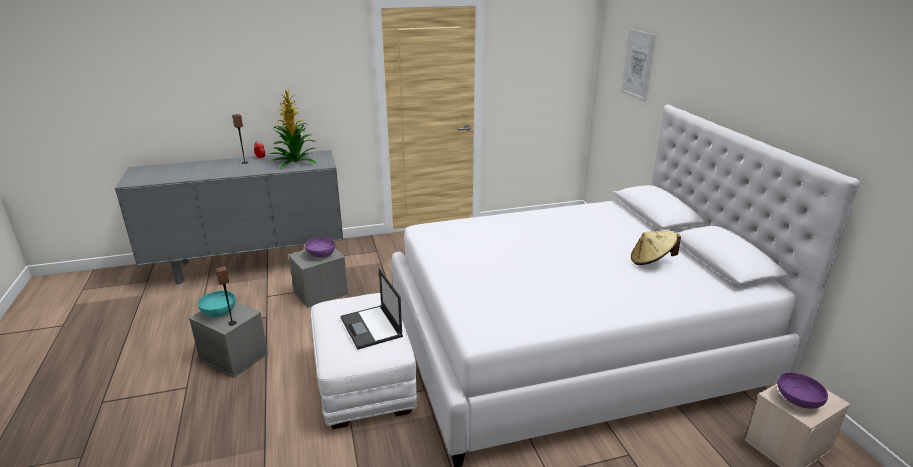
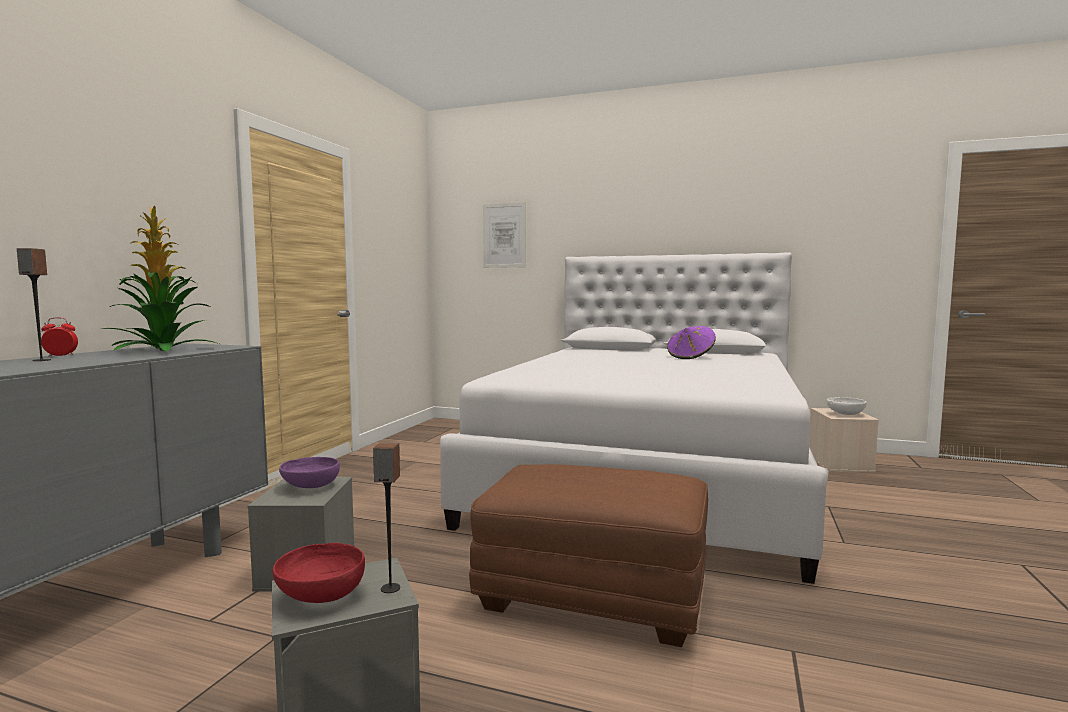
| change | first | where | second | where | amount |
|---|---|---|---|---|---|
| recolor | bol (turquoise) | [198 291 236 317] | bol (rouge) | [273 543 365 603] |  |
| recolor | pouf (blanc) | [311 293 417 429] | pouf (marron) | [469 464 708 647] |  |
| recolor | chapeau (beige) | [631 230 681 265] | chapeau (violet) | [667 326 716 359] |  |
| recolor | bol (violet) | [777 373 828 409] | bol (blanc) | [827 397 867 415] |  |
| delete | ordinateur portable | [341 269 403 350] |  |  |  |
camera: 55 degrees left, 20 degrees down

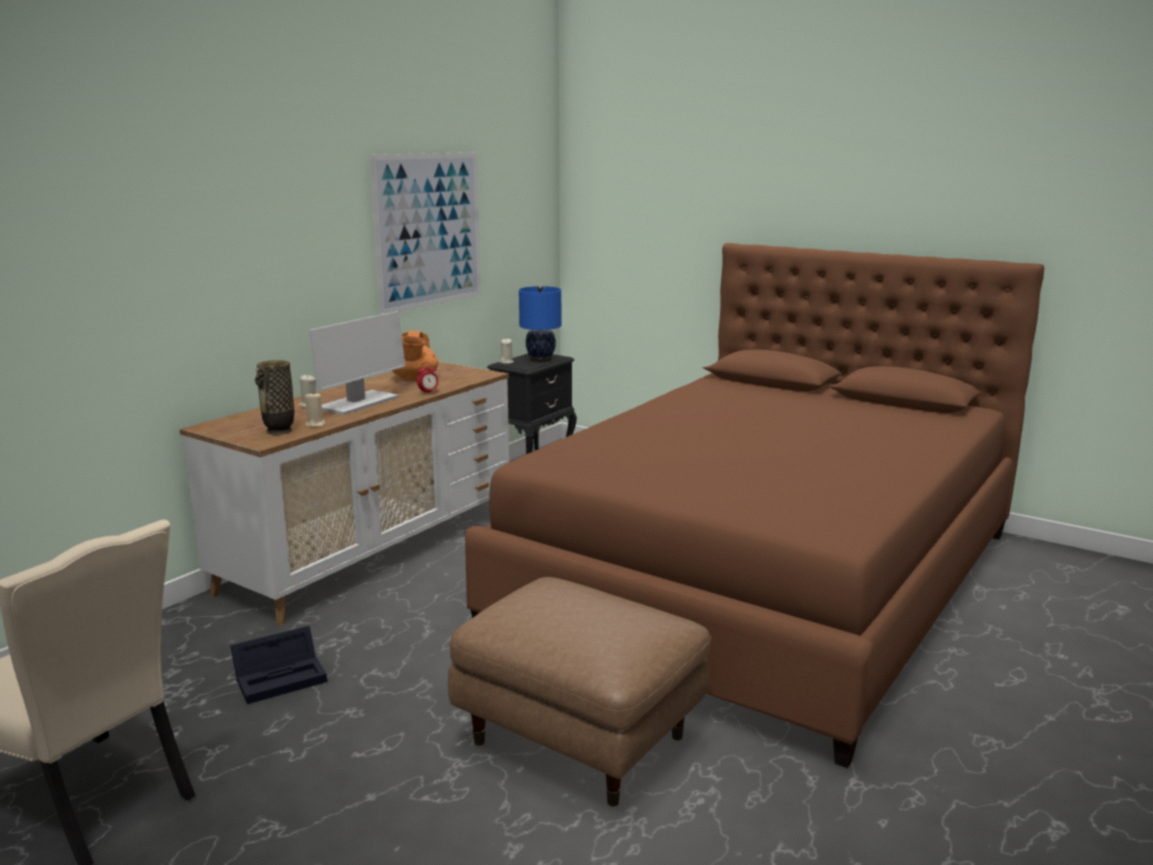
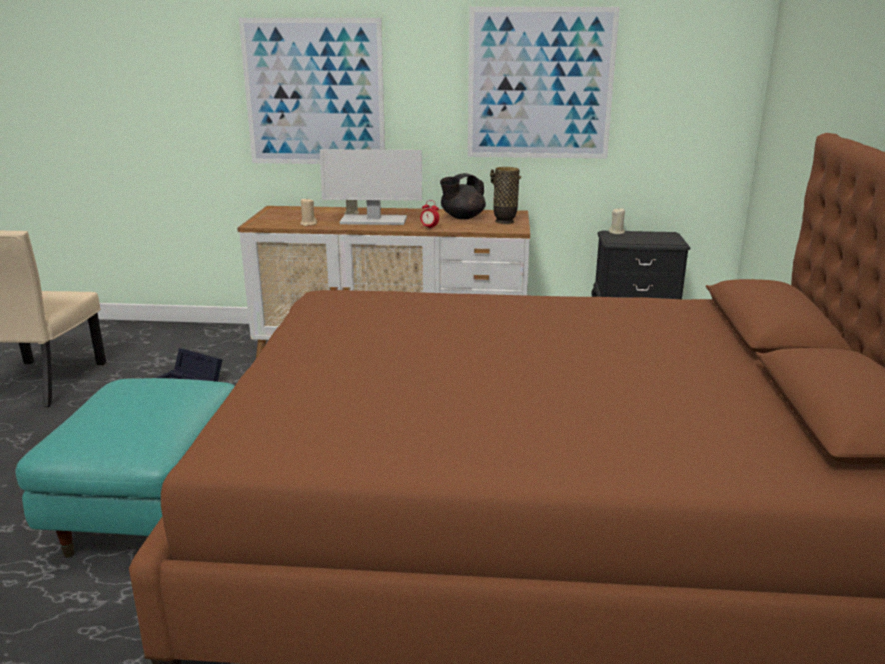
| change | first | where | second | where | amount |
|---|---|---|---|---|---|
| recolor | pouf (marron) | [448 577 711 807] | pouf (turquoise) | [15 378 235 558] |  |
| insert |  |  | tableau | [239 18 385 164] |  |
| recolor | théière (orange) | [392 331 438 381] | théière (noir) | [440 173 486 219] |  |
| move | vase | [255 360 294 435] |  | [490 167 521 224] |  |
| delete | lampe de table (bleu) | [519 286 561 362] |  |  |  |
camera: 60 degrees right, 5 degrees up

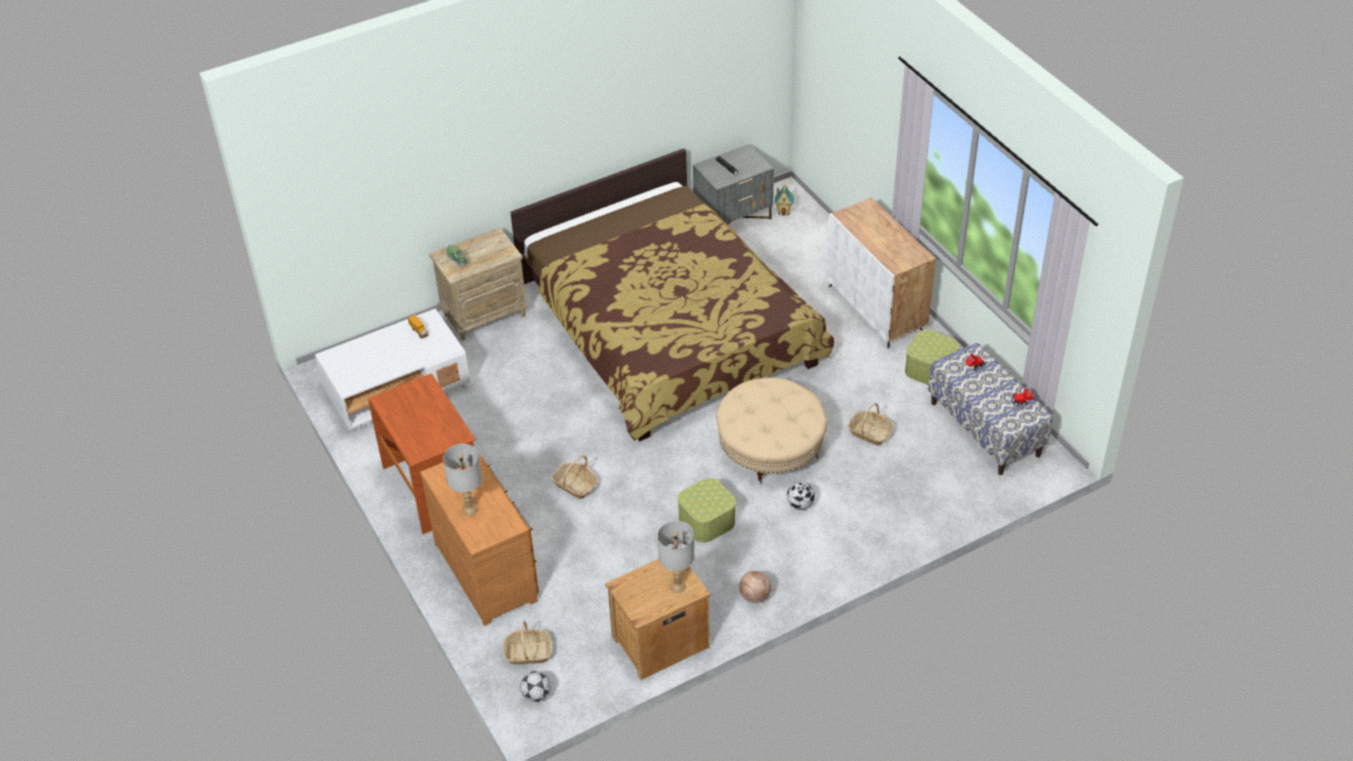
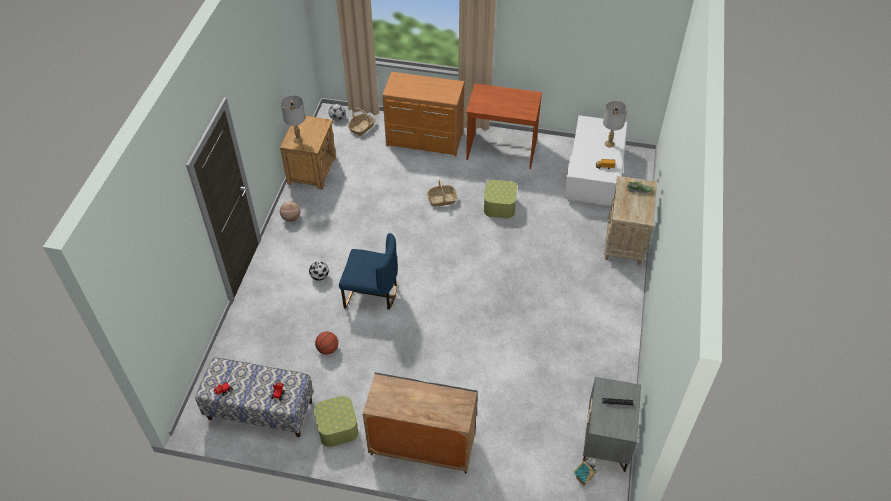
| change | first | where | second | where | amount |
|---|---|---|---|---|---|
| replace | panier | [848 403 894 445] | ballon de basket | [315 332 338 355] |  |
| replace | pouf (beige) | [716 378 827 483] | chaise (bleu) | [339 233 398 310] |  |
| recolor | meuble de rangement (blanc) | [825 197 936 348] | meuble de rangement (noir) | [363 372 478 473] |  |
| move | boîte de rangement | [678 478 736 543] |  | [484 180 517 218] |  |
| move | lampe de table (gris) | [443 444 482 516] |  | [603 101 628 148] |  |
| delete | lit | [511 148 834 441] |  |  |  |
camera: 130 degrees right, 5 degrees up

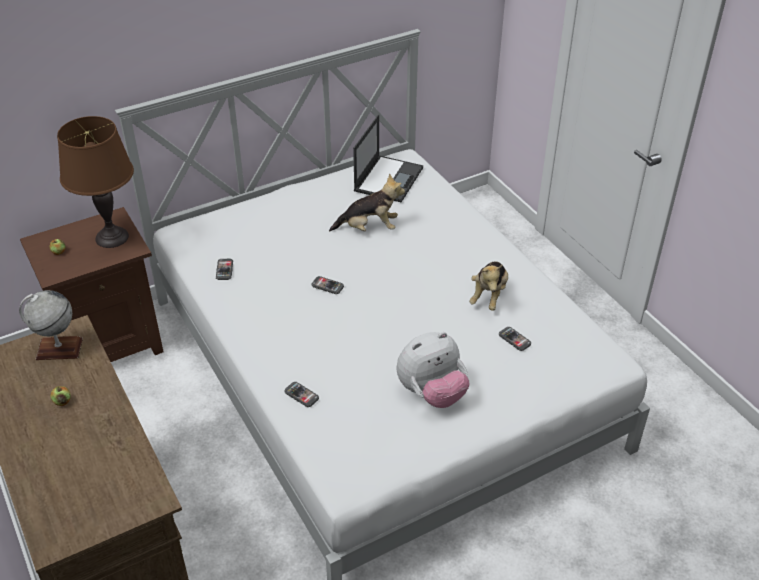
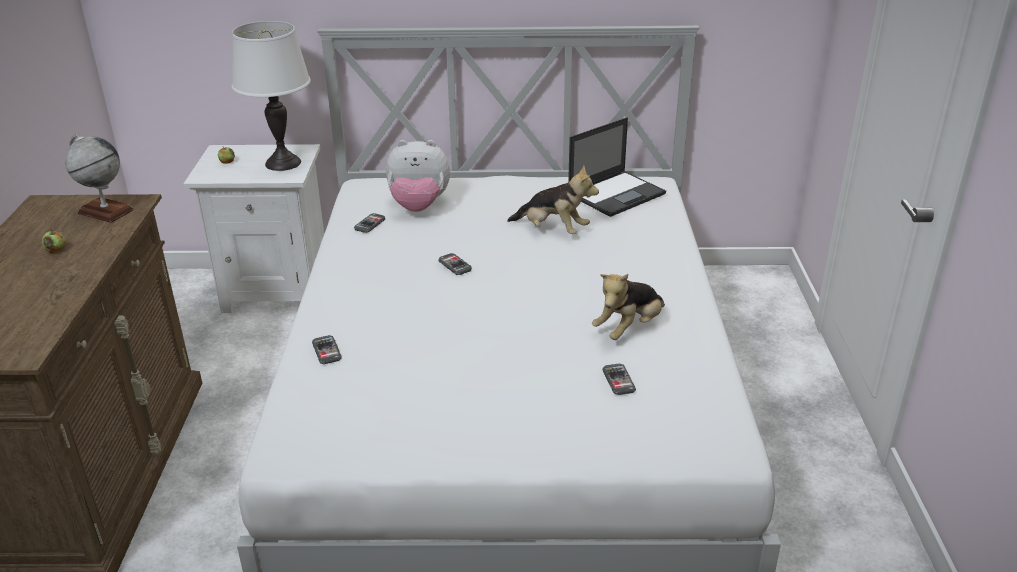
| change | first | where | second | where | amount |
|---|---|---|---|---|---|
| recolor | table de chevet (marron) | [20 207 164 362] | table de chevet (blanc) | [183 144 324 313] |  |
| recolor | lampe de table (marron) | [57 116 134 248] | lampe de table (blanc) | [232 21 311 171] |  |
| move | peluche | [397 332 469 408] |  | [386 140 450 212] |  |
camera: 30 degrees right, 10 degrees down

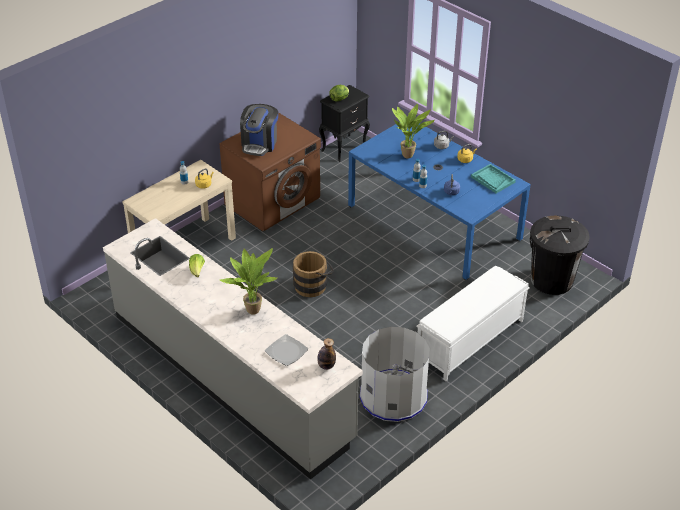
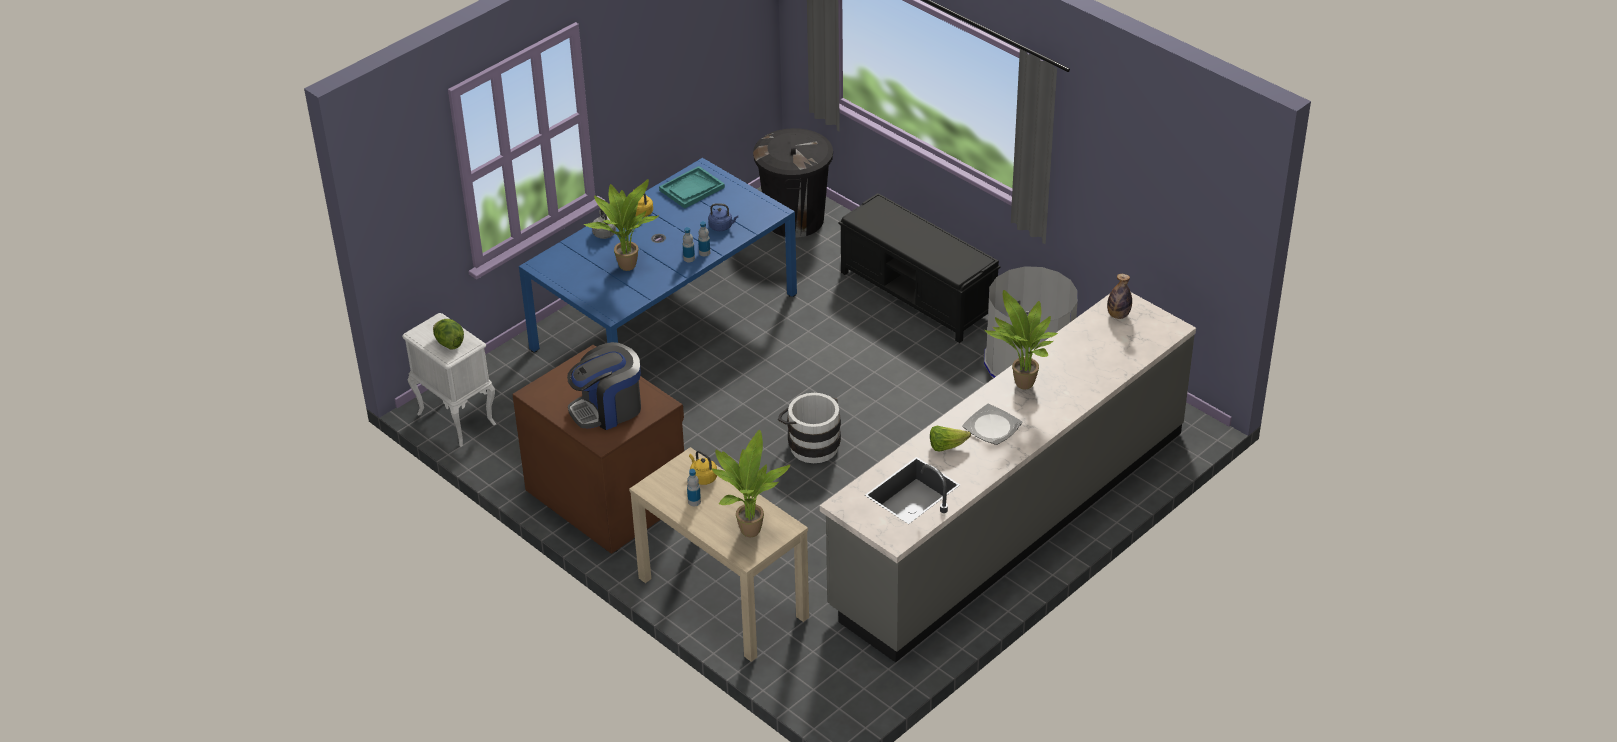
| change | first | where | second | where | amount |
|---|---|---|---|---|---|
| recolor | table de chevet (noir) | [319 85 370 162] | table de chevet (blanc) | [402 313 496 447] |  |
| rotate | machine à café | [240 104 278 156] |  | [567 342 641 430] | 135 degrees clockwise |
| insert |  |  | plante en pot | [712 430 790 537] |  |
| recolor | seau (marron) | [293 251 334 297] | seau (blanc) | [778 393 841 463] |  |
| recolor | banc (blanc) | [416 266 530 382] | banc (noir) | [839 193 1000 343] |  |
| move | assiette | [265 334 308 366] |  | [962 404 1023 445] |  |
camera: 90 degrees left, 0 degrees up

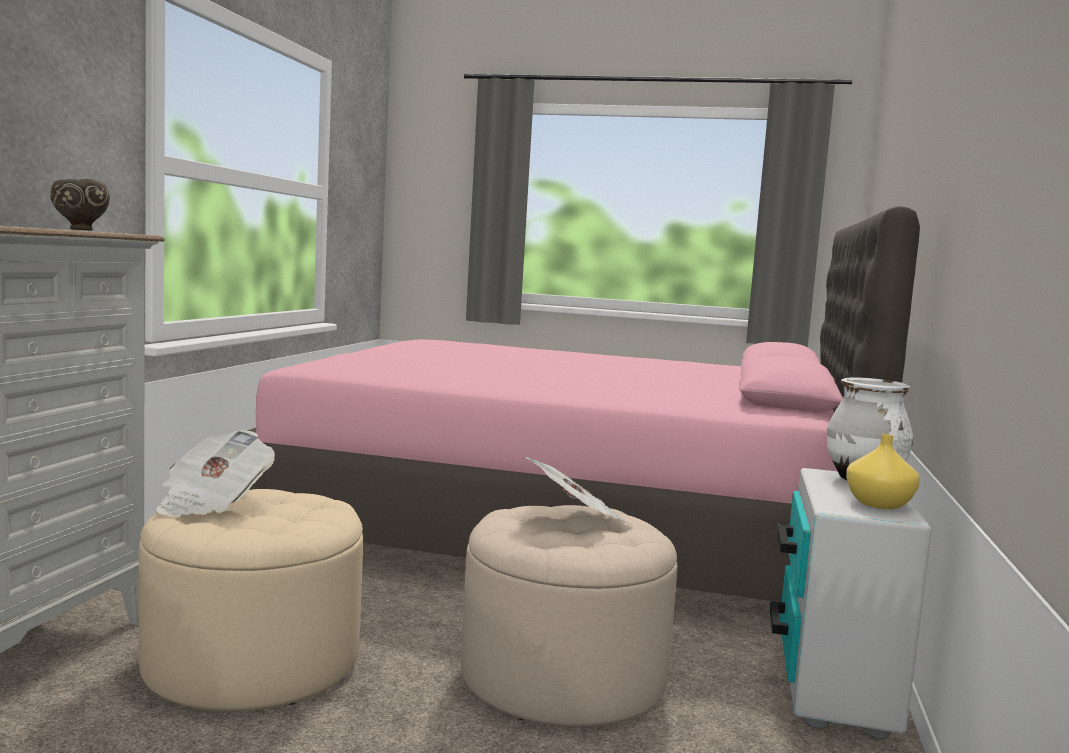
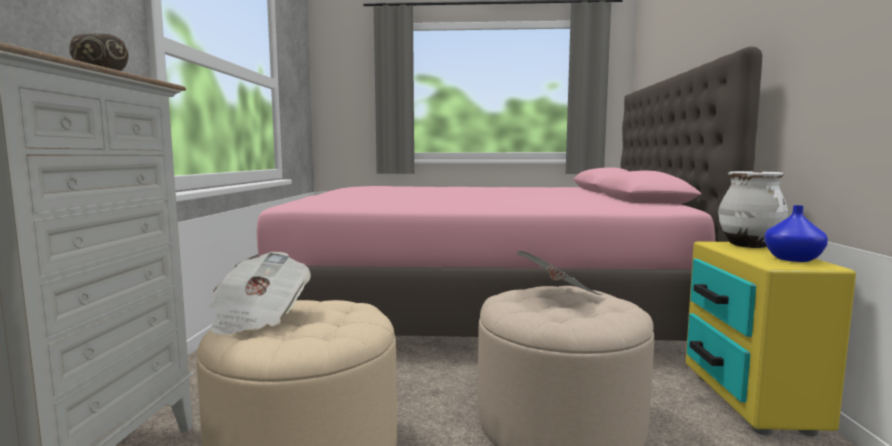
| change | first | where | second | where | amount |
|---|---|---|---|---|---|
| recolor | table de chevet (blanc) | [770 468 932 739] | table de chevet (jaune) | [686 242 856 436] |  |
| recolor | vase (jaune) | [846 434 920 509] | vase (bleu) | [764 205 828 262] |  |
camera: 10 degrees left, 0 degrees up

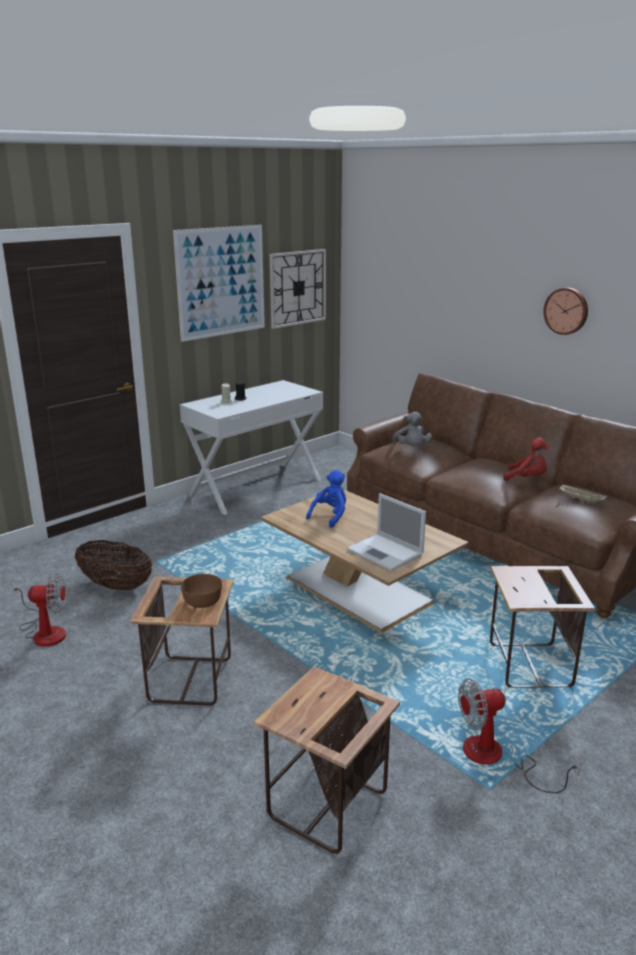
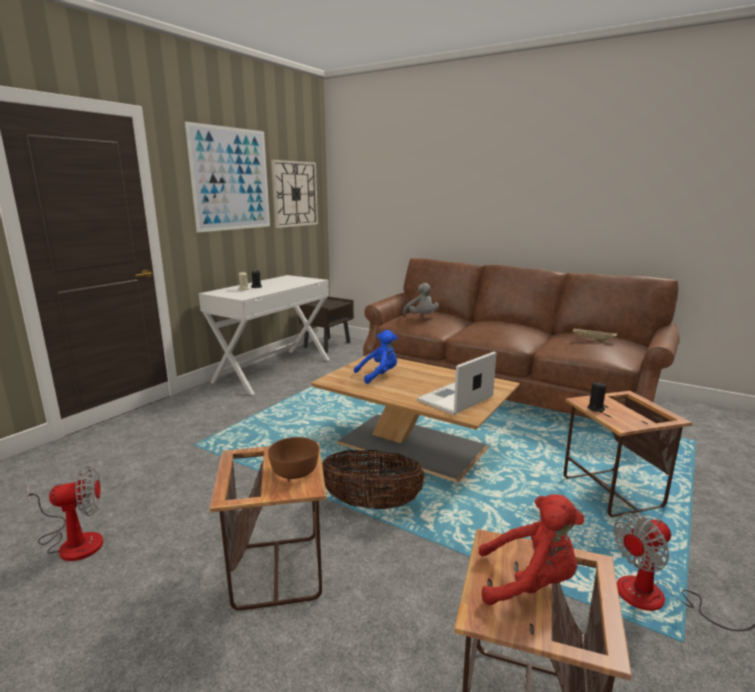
| change | first | where | second | where | amount |
|---|---|---|---|---|---|
| insert |  |  | table de chevet (marron) | [299 296 354 352] |  |
| move | panier | [75 540 152 590] |  | [322 450 425 509] |  |
| rotate | peluche (bleu) | [306 470 346 528] |  | [354 330 398 384] | 45 degrees clockwise |
| rotate | ordinateur portable | [347 493 426 571] |  | [417 352 496 415] | 105 degrees clockwise |
| move | peluche (rouge) | [503 438 549 481] |  | [478 494 584 605] |  |
| insert |  |  | bougie (noir) | [587 383 606 412] |  |
| delete | horloge murale | [543 288 588 335] |  |  |  |
camera: 15 degrees left, 5 degrees down

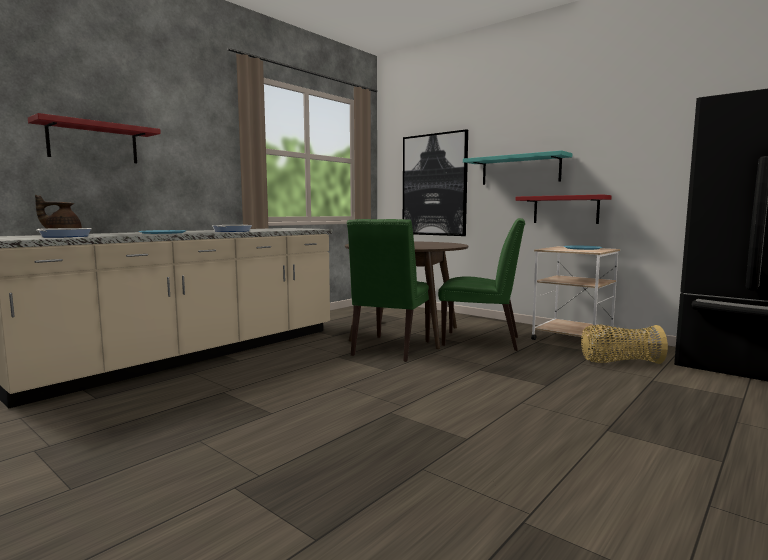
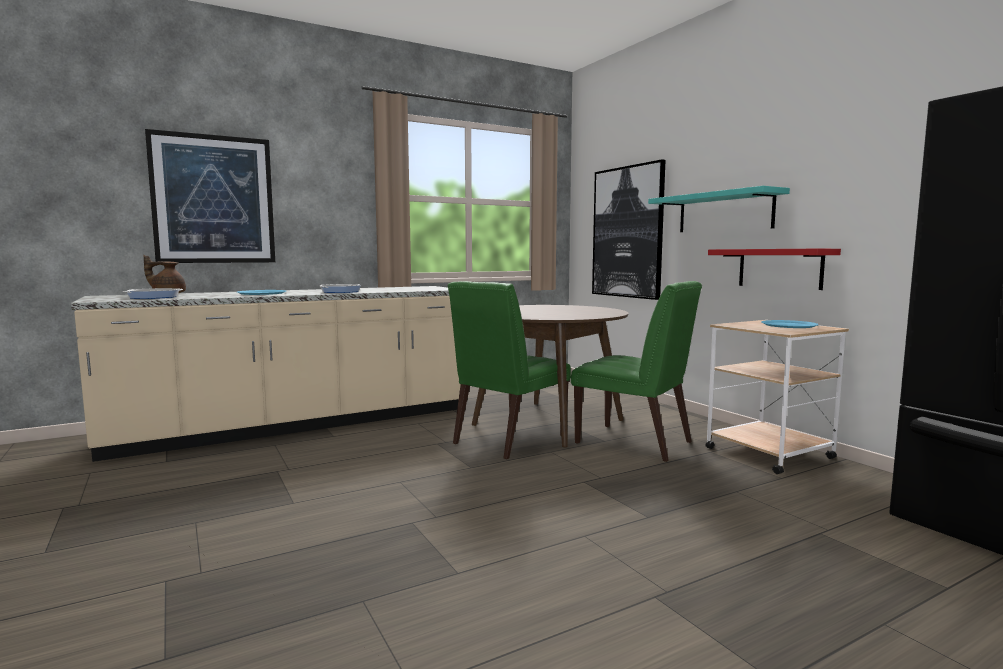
| change | first | where | second | where | amount |
|---|---|---|---|---|---|
| replace | étagère (rouge) | [28 113 161 163] | tableau | [145 129 275 263] |  |
| delete | panier | [581 325 668 364] |  |  |  |
camera: 20 degrees right, 0 degrees up

